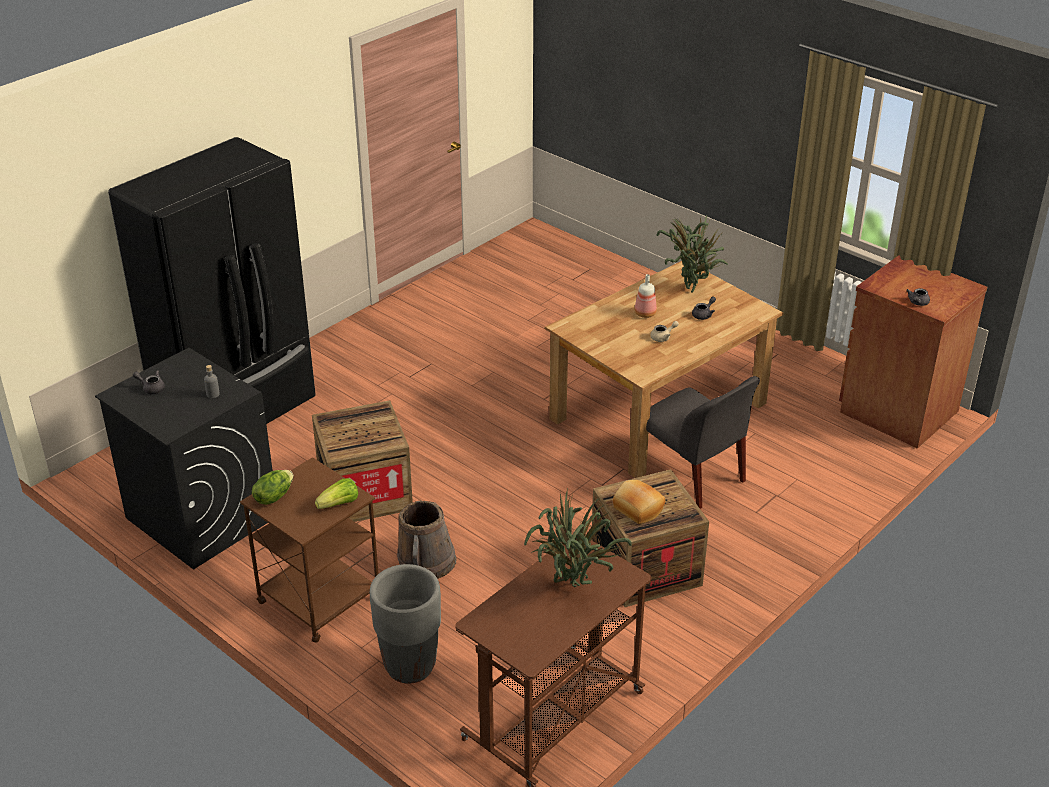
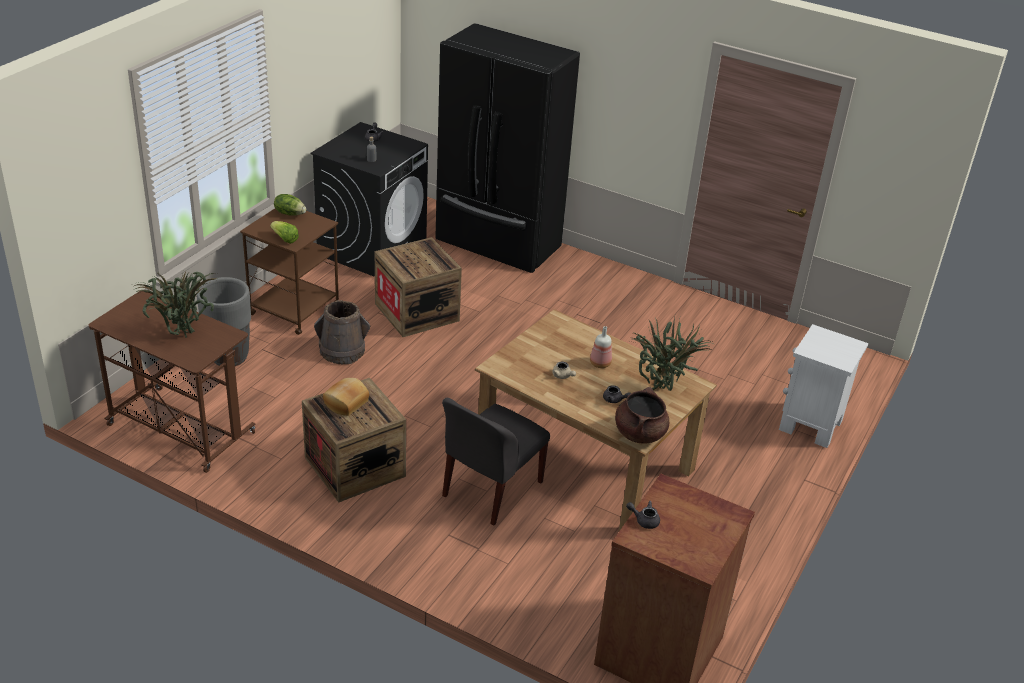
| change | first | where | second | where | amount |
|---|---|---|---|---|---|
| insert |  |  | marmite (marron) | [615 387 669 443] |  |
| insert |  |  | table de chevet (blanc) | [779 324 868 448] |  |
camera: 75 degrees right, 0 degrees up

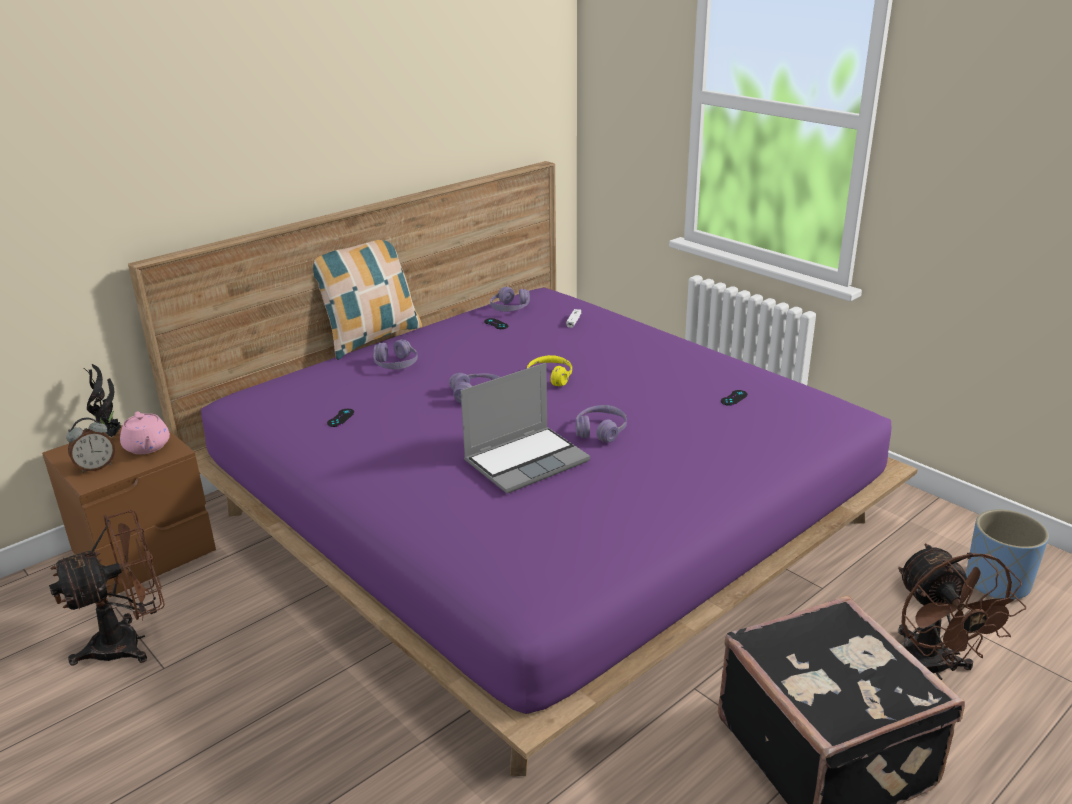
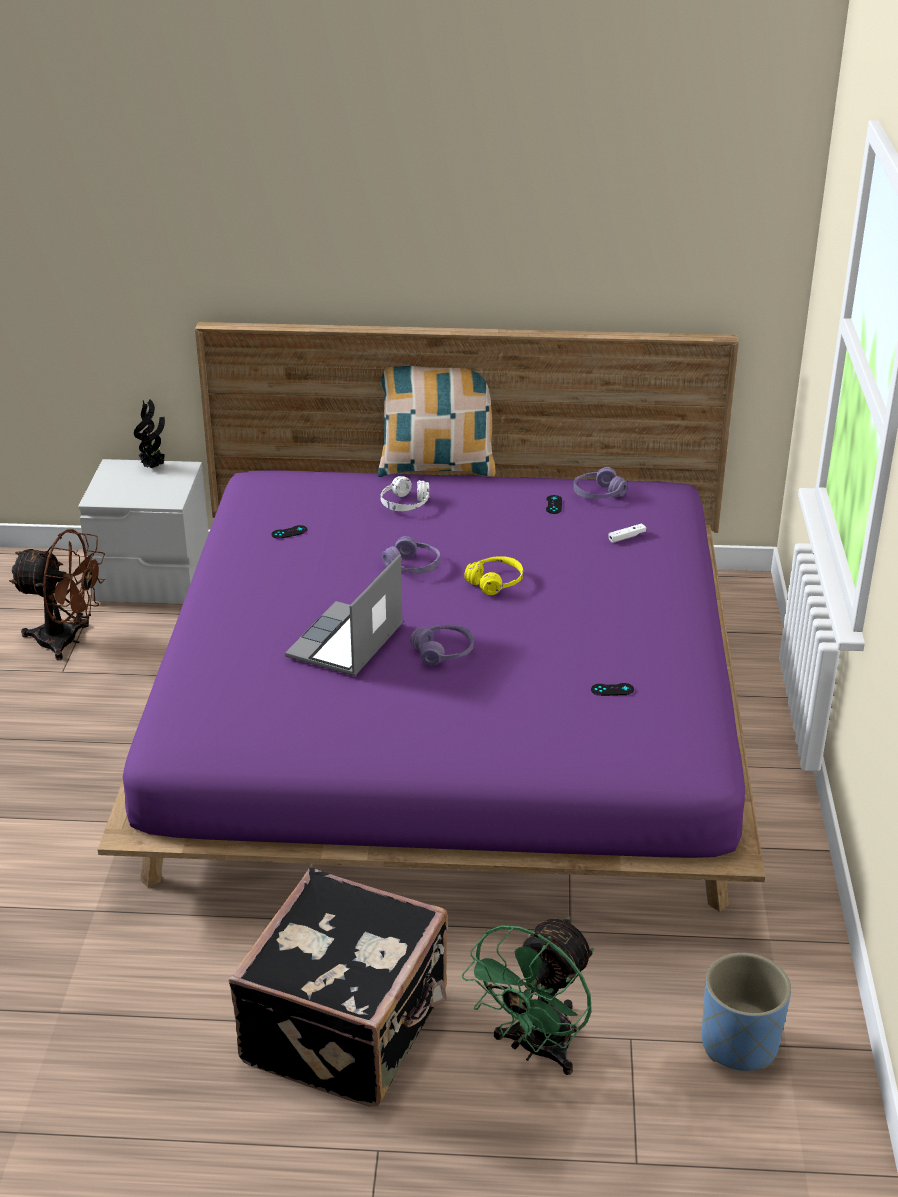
| change | first | where | second | where | amount |
|---|---|---|---|---|---|
| recolor | table de chevet (marron) | [42 425 216 597] | table de chevet (blanc) | [78 459 209 604] |  |
| rotate | ordinateur portable | [461 363 590 493] |  | [285 554 403 676] | 105 degrees clockwise |
| recolor | casque audio (violet) | [373 339 418 370] | casque audio (blanc) | [381 476 429 511] |  |
| recolor | ventilateur (marron) | [898 544 1026 680] | ventilateur (vert) | [462 917 594 1075] |  |
| delete | réveil | [66 418 115 473] |  |  |  |
| delete | théière (rose) | [120 412 170 454] |  |  |  |
camera: 45 degrees right, 5 degrees up

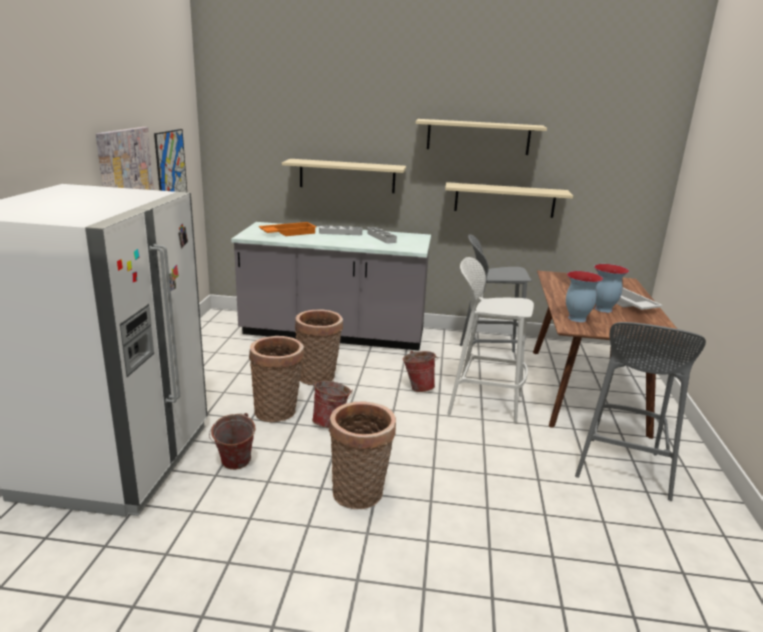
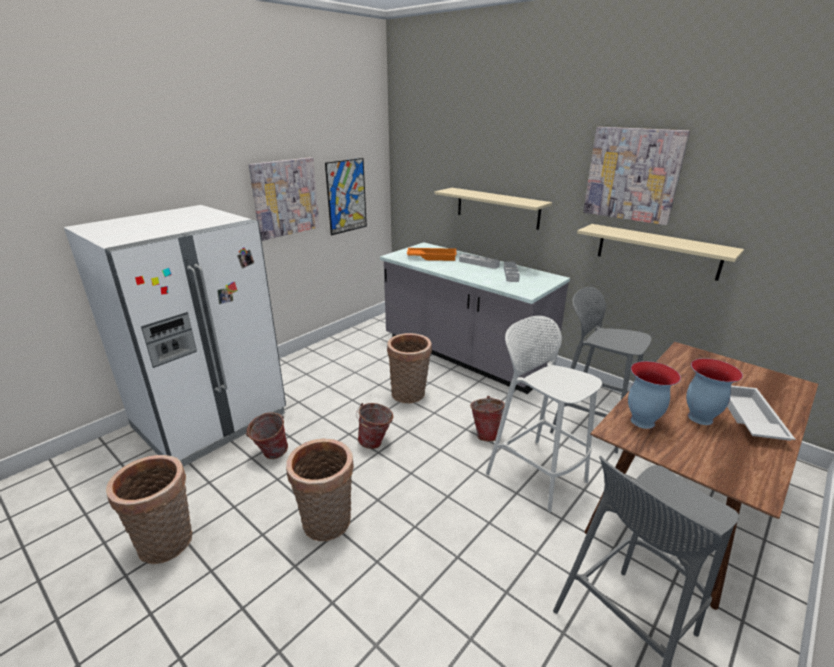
| change | first | where | second | where | amount |
|---|---|---|---|---|---|
| move | panier | [249 336 304 423] |  | [106 455 192 564] |  |
| replace | étagère (beige) | [416 119 547 155] | tableau | [583 127 690 225] |  |
camera: 35 degrees right, 5 degrees up

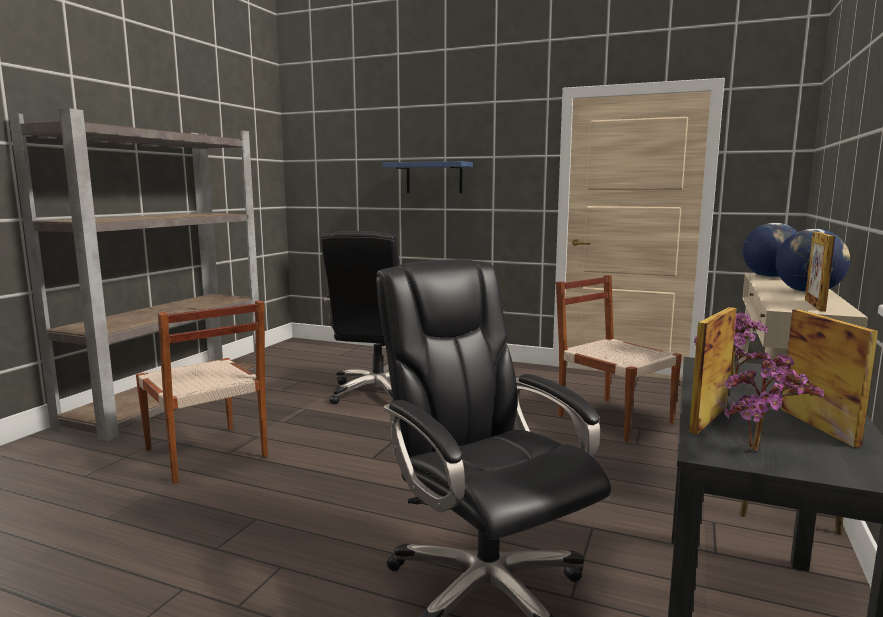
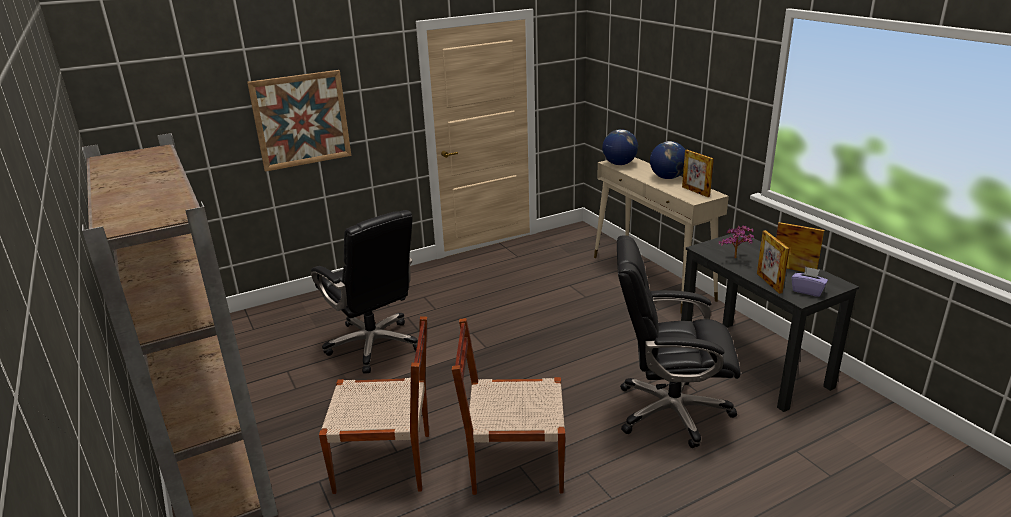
| change | first | where | second | where | amount |
|---|---|---|---|---|---|
| replace | étagère (bleu) | [383 161 473 193] | tableau | [247 70 351 172] |  |
| move | chaise | [556 275 682 442] |  | [452 318 565 495] |  |
| replace | plante en pot | [724 354 824 451] | boîte à mouchoirs (violet) | [791 266 828 297] |  |
camera: 50 degrees left, 15 degrees up

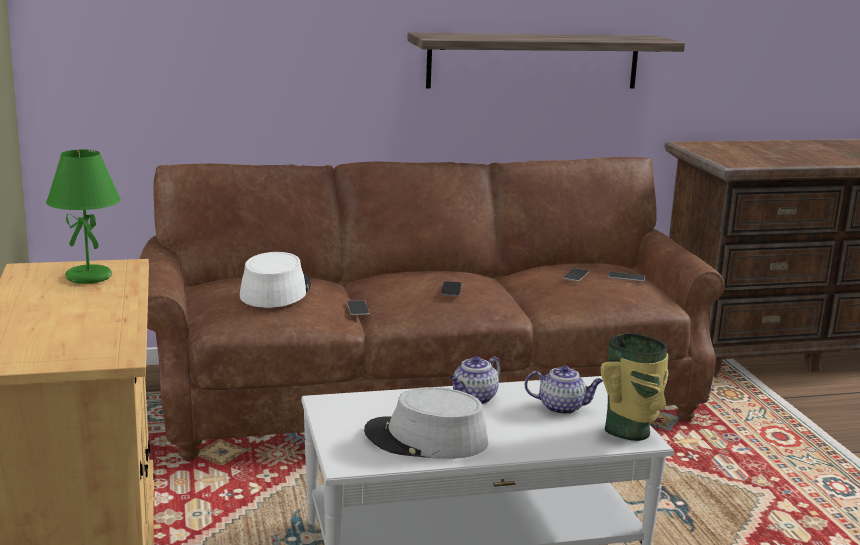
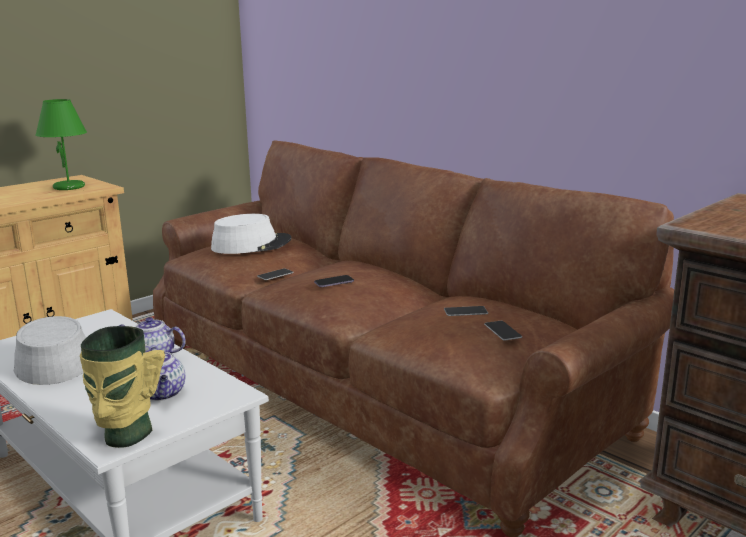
| change | first | where | second | where | amount |
|---|---|---|---|---|---|
| delete | étagère | [407 32 685 88] |  |  |  |
camera: 60 degrees right, 0 degrees up

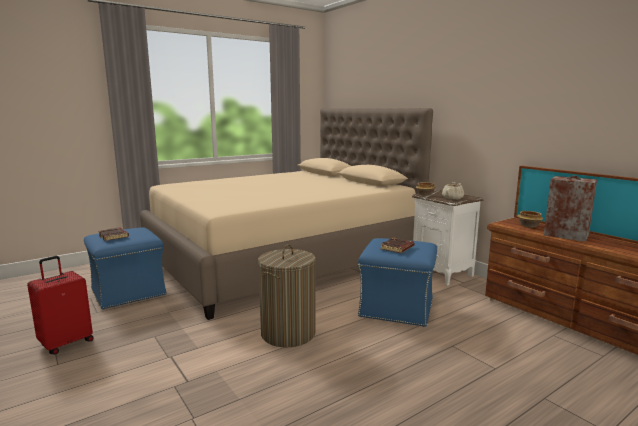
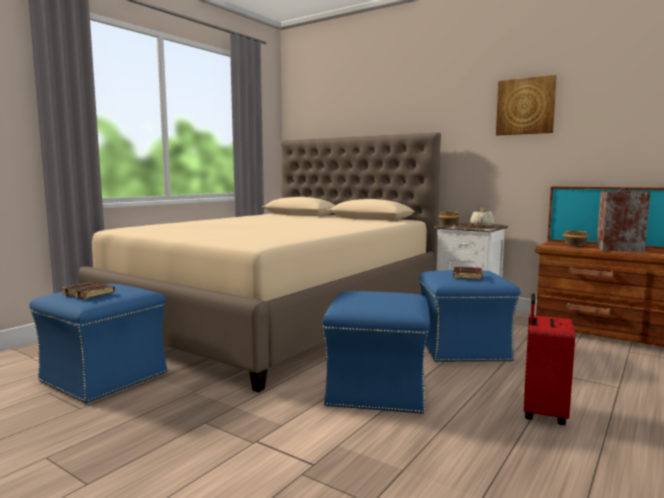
| change | first | where | second | where | amount |
|---|---|---|---|---|---|
| replace | panier à linge | [258 244 316 348] | pouf (bleu) | [322 291 430 414] |  |
| insert |  |  | tableau | [496 75 557 136] |  |
| move | valise (rouge) | [27 256 94 355] |  | [524 293 575 425] |  |
camera: 20 degrees left, 5 degrees down

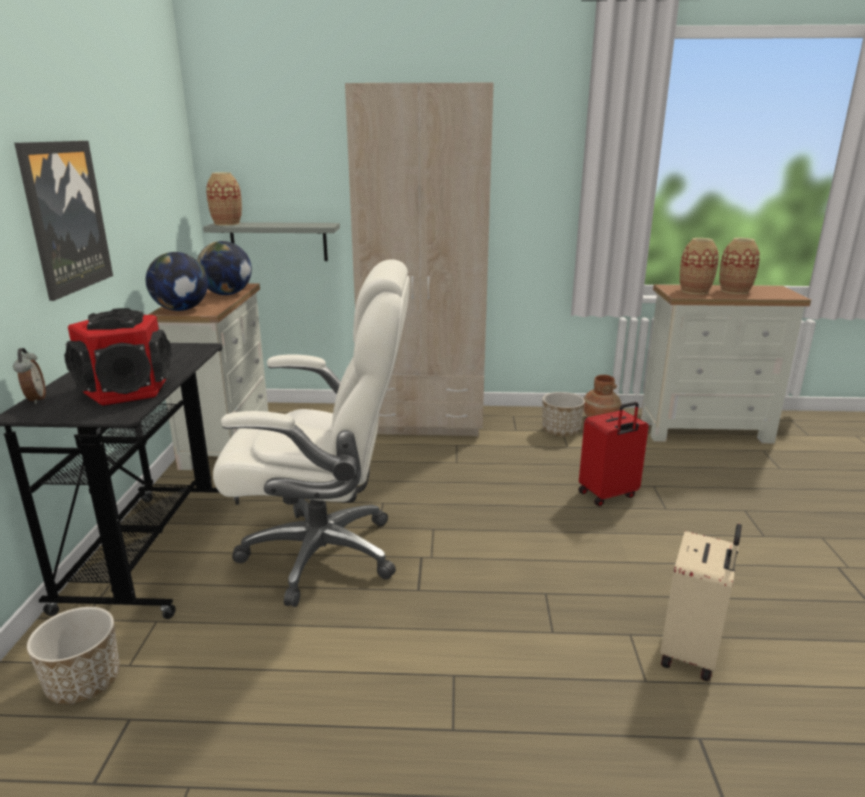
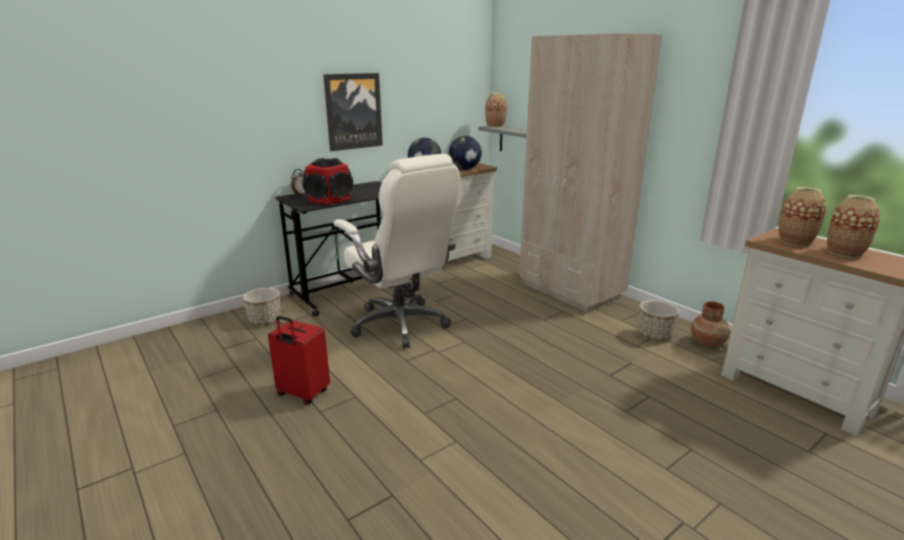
| change | first | where | second | where | amount |
|---|---|---|---|---|---|
| move | valise (rouge) | [578 402 649 506] |  | [268 316 330 405] |  |
| delete | valise (beige) | [660 524 742 682] |  |  |  |
camera: 50 degrees right, 0 degrees up

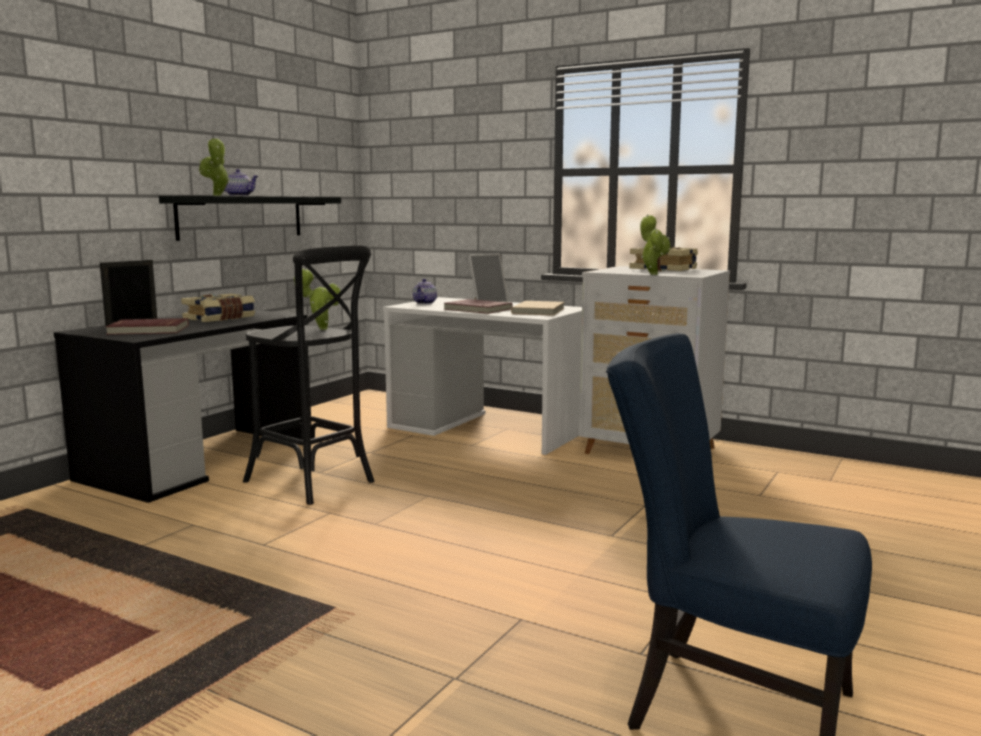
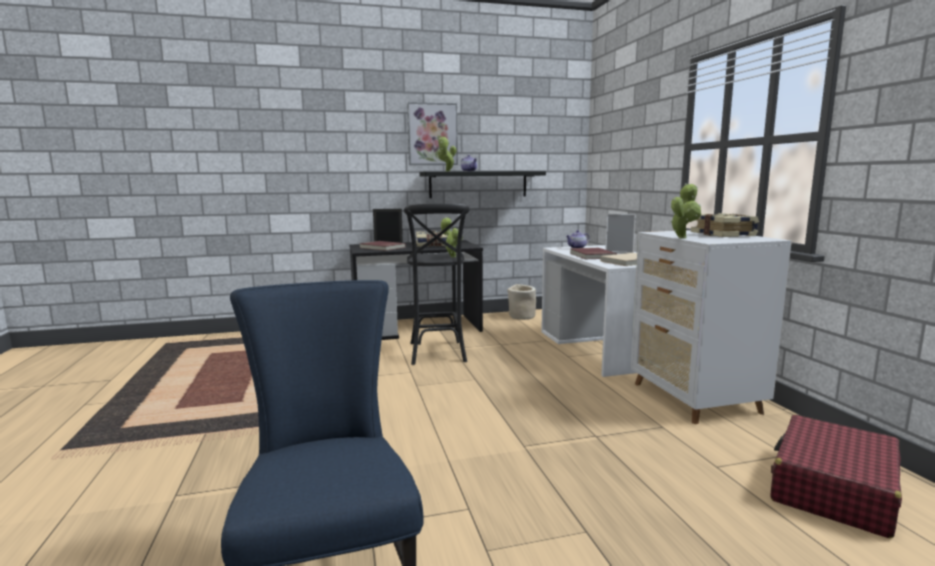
| change | first | where | second | where | amount |
|---|---|---|---|---|---|
| insert |  |  | tableau | [407 102 458 165] |  |
| insert |  |  | cache-pot (beige) | [507 284 536 320] |  |
| insert |  |  | valise (rouge) | [770 415 902 538] |  |
camera: 45 degrees right, 0 degrees up

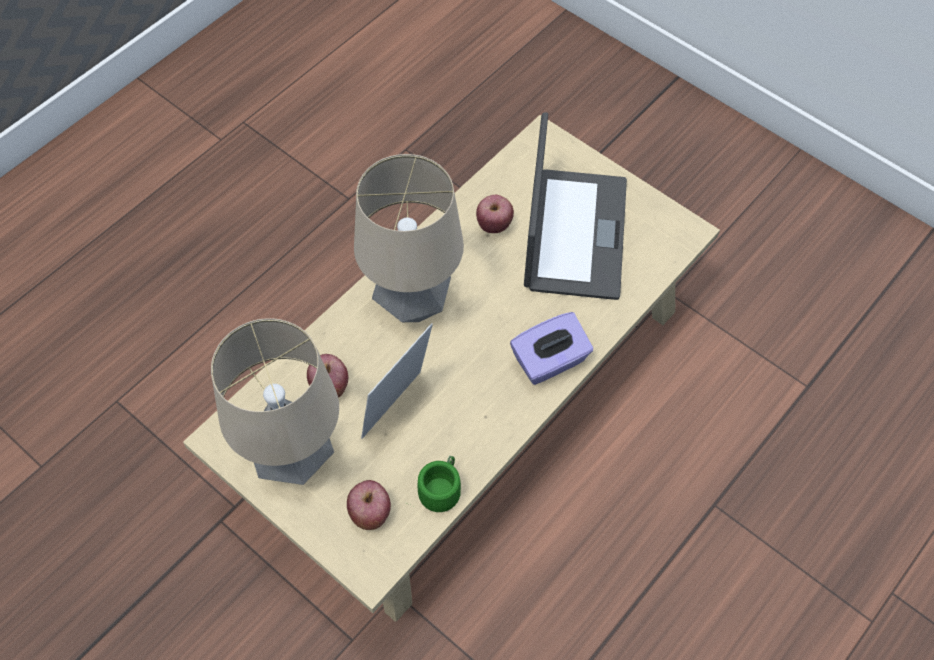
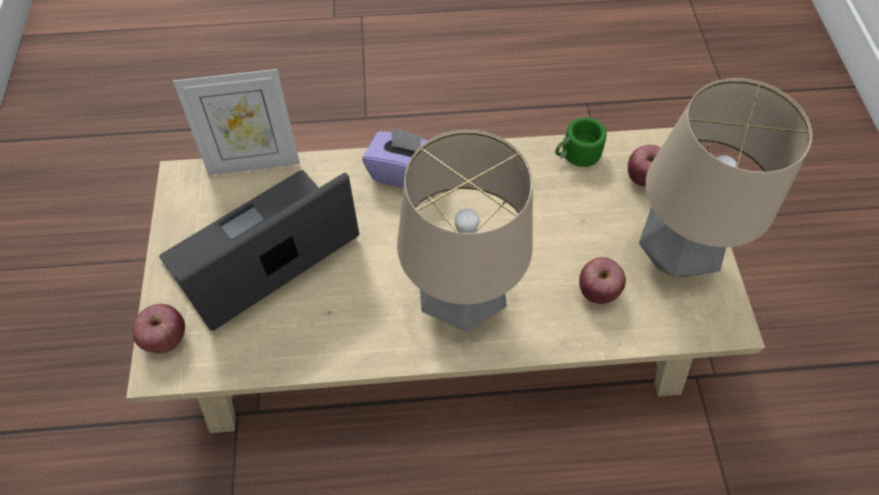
| change | first | where | second | where | amount |
|---|---|---|---|---|---|
| move | pomme | [476 195 514 233] |  | [132 304 185 354] |  |
| move | cadre photo | [361 323 433 439] |  | [173 69 300 175] |  |
camera: 135 degrees left, 0 degrees up

